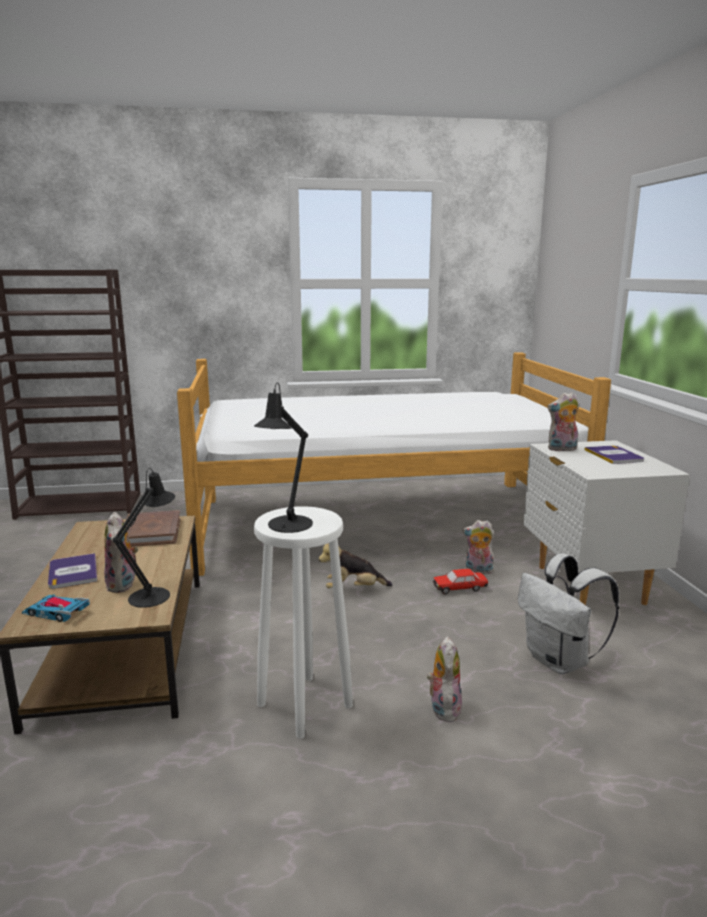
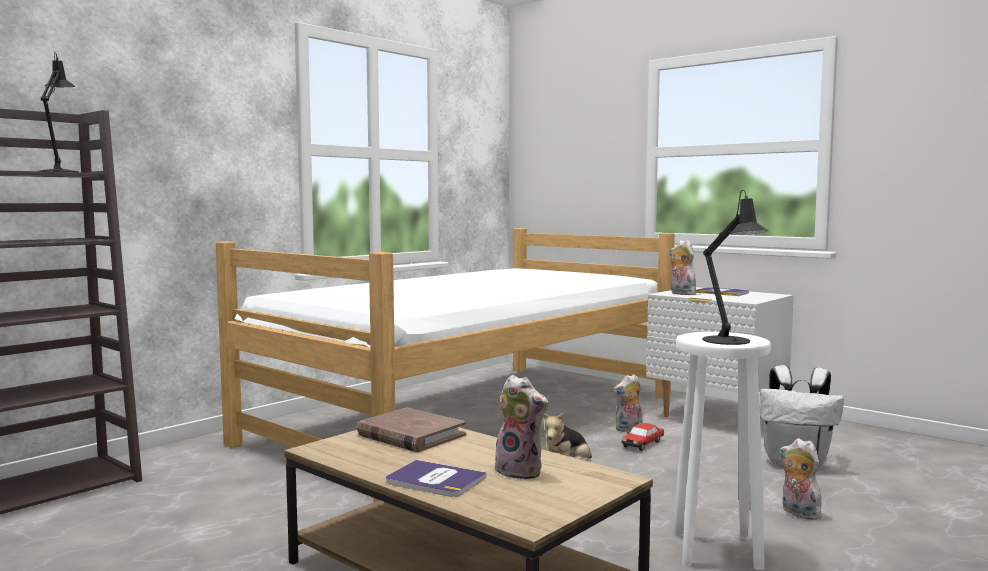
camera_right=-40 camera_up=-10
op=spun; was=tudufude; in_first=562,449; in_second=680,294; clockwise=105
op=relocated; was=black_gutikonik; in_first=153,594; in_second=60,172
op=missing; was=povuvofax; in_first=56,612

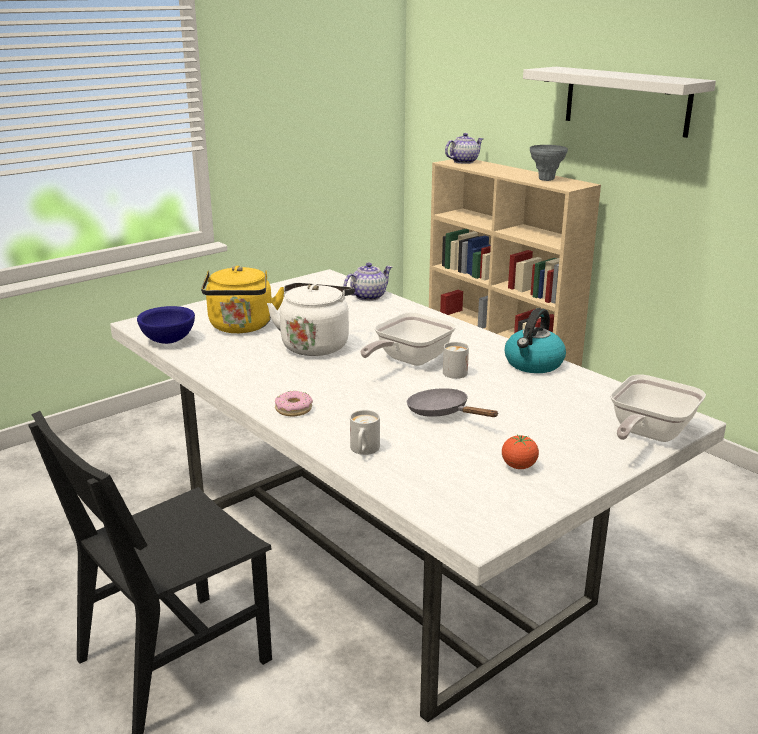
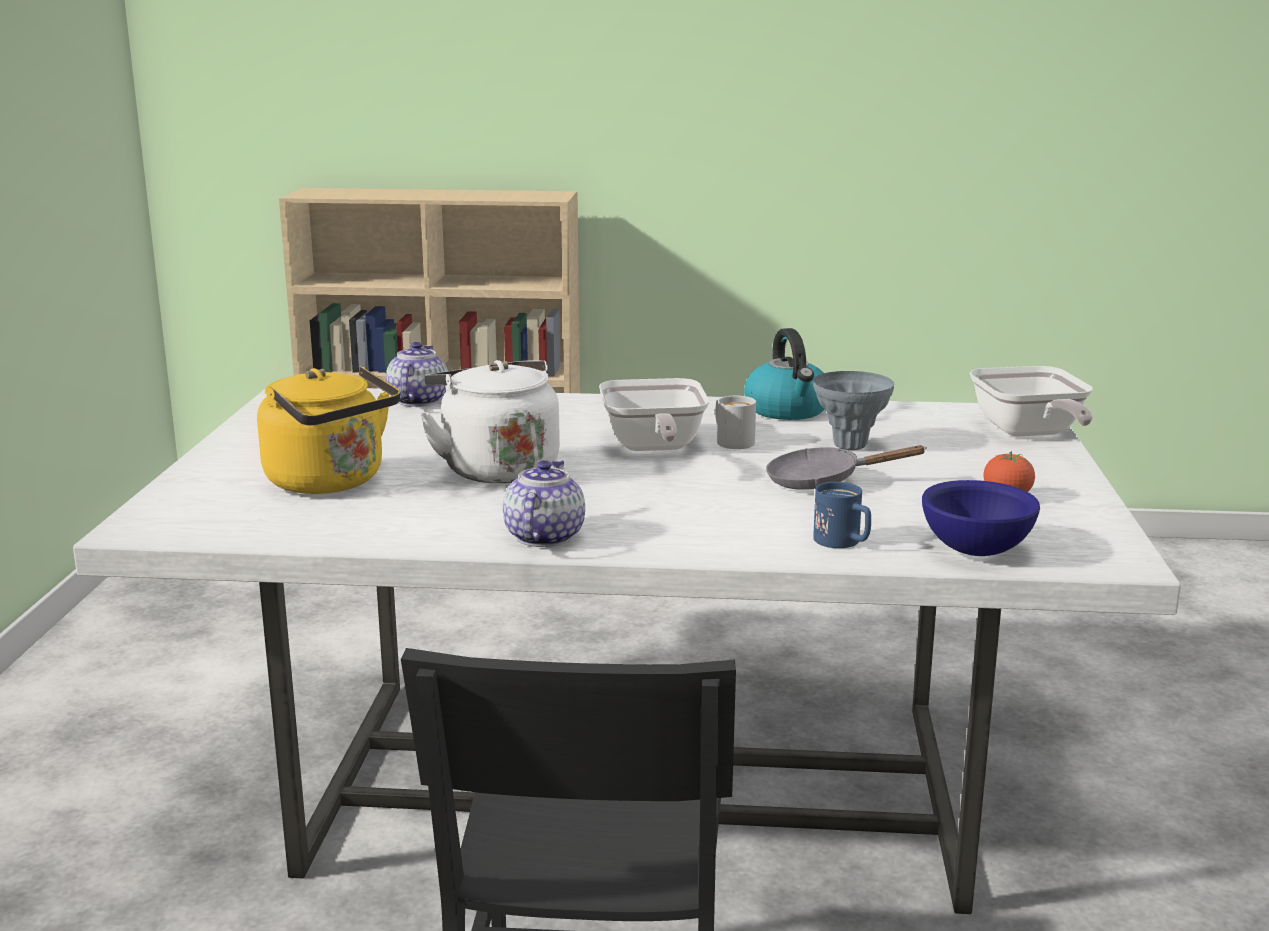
camera_right=-45 camera_up=-5
op=missing; was=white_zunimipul; in_first=626,101
op=relocated; was=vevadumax; in_first=463,162; in_second=543,536
op=relocated; was=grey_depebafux; in_first=546,179; in_second=850,446
op=relocated; was=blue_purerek; in_first=168,341; in_second=978,551
op=missing; was=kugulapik; in_first=293,409
op=colour; was=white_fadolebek; now=blue_fadolebek; in_first=363,451; in_second=844,543

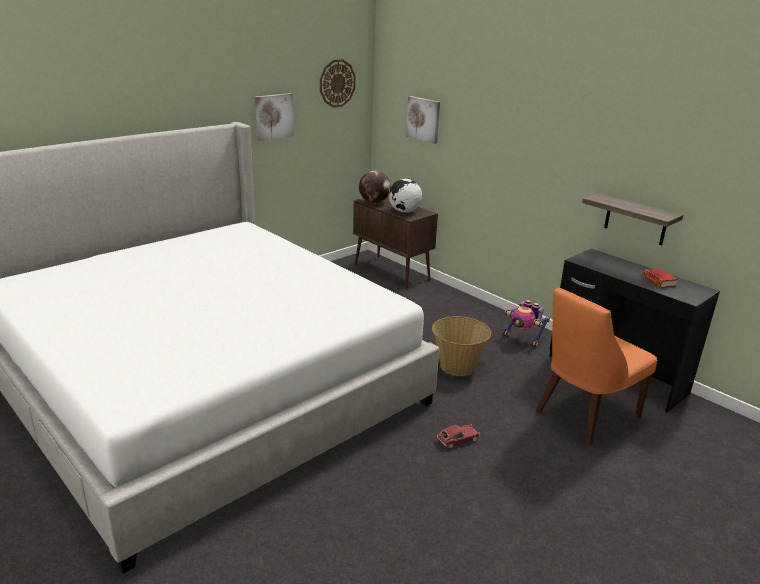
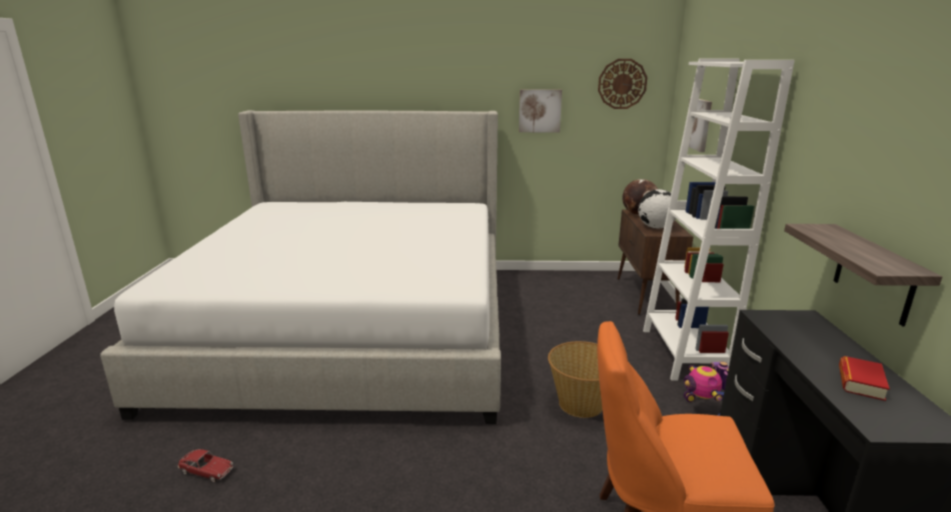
camera_right=45 camera_up=-5
op=relocated; was=povuvofax; in_first=458,440; in_second=206,471
op=appeared; now=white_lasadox; in_second=684,353

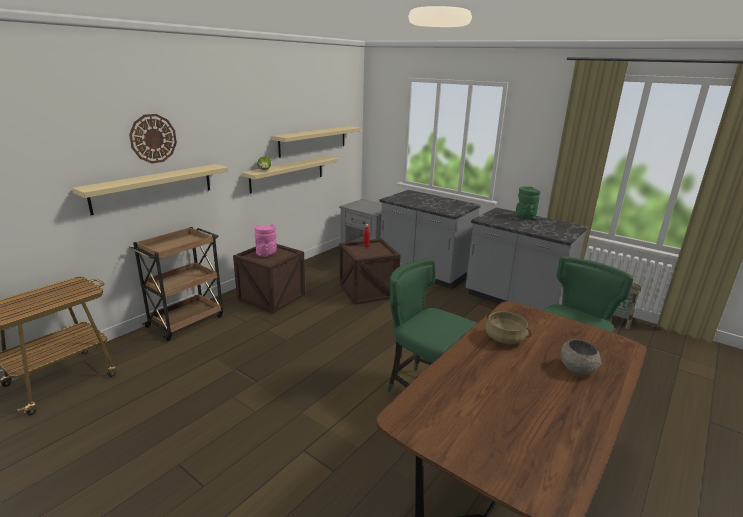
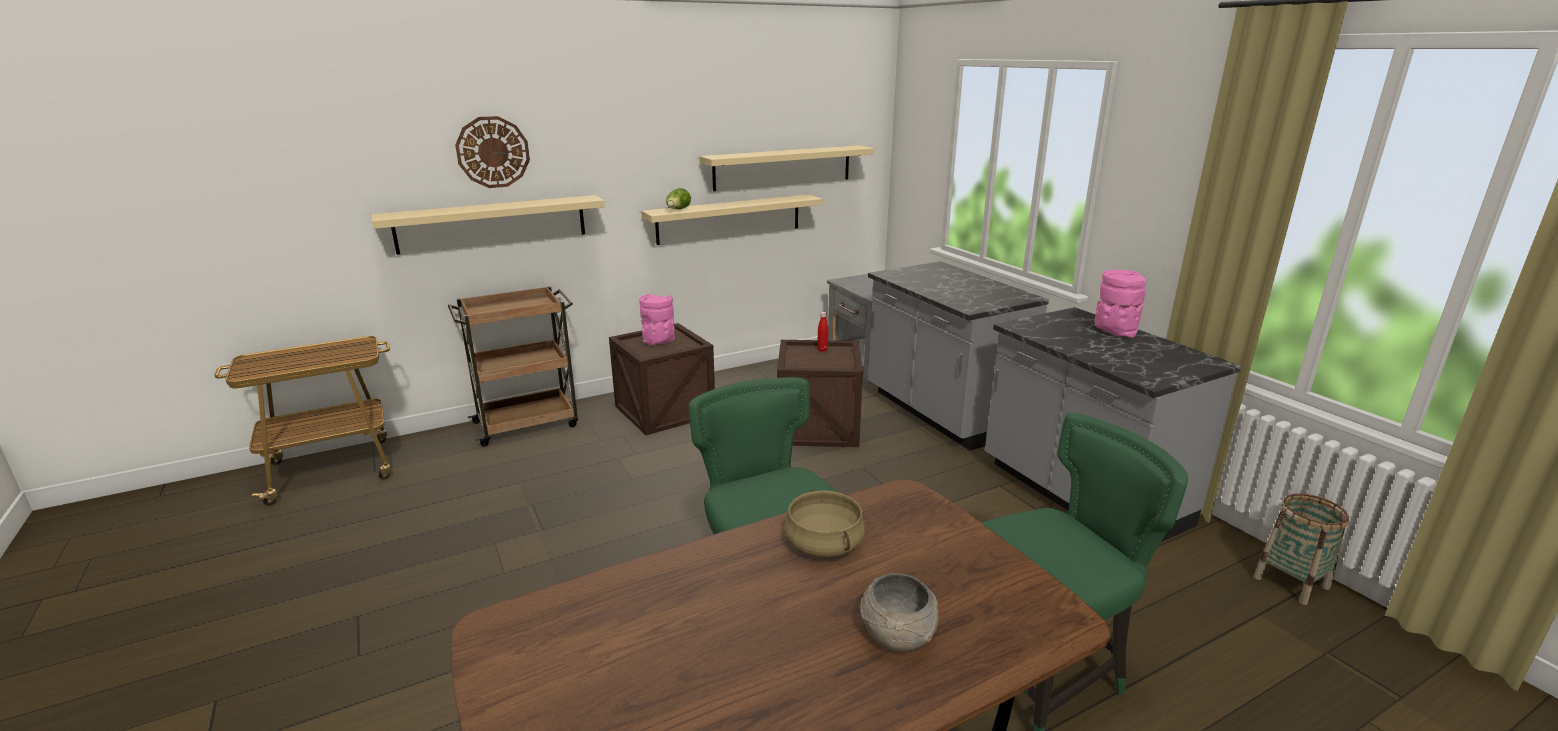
camera_right=25 camera_up=0
op=colour; was=green_depebafux; now=pink_depebafux; in_first=525,217; in_second=1114,331

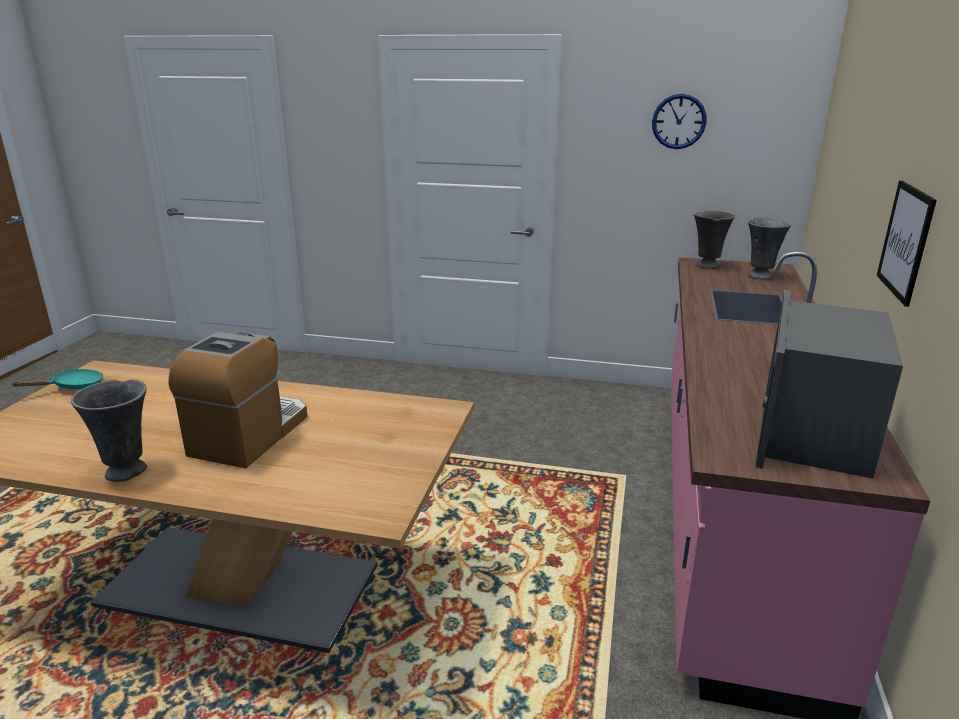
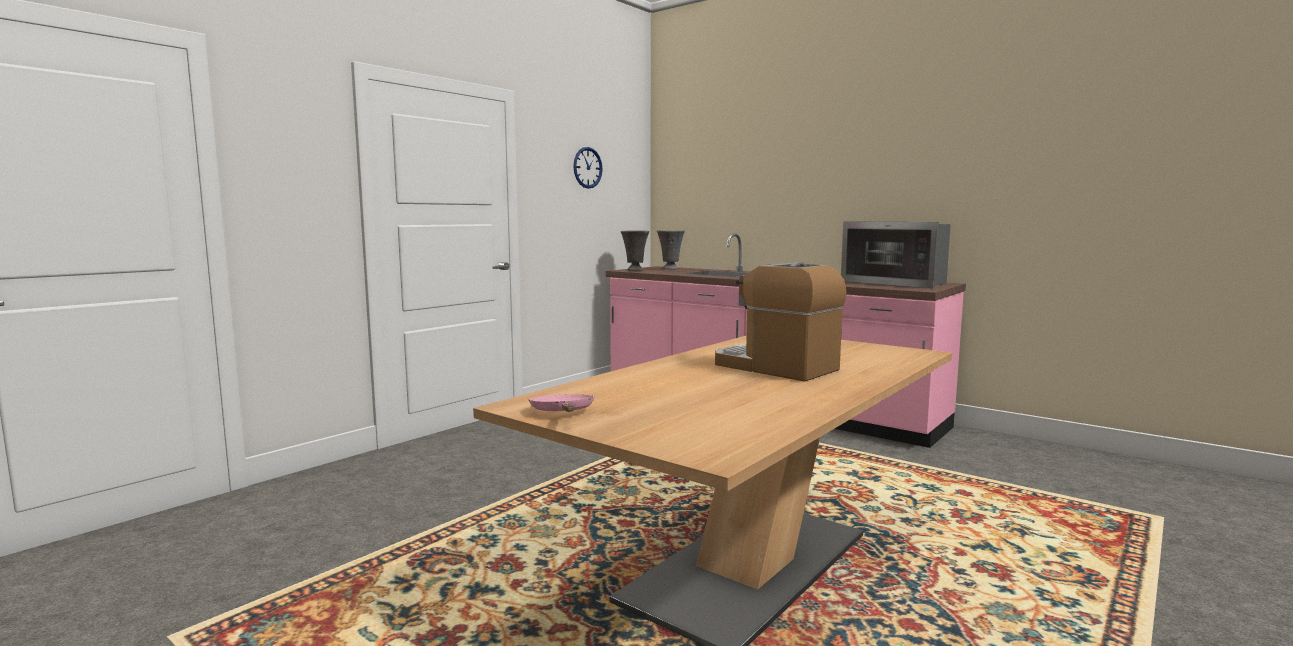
camera_right=-65 camera_up=-15
op=missing; was=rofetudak; in_first=905,241
op=colour; was=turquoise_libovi; now=pink_libovi; in_first=73,386; in_second=563,413
op=missing; was=grey_depebafux; in_first=128,471

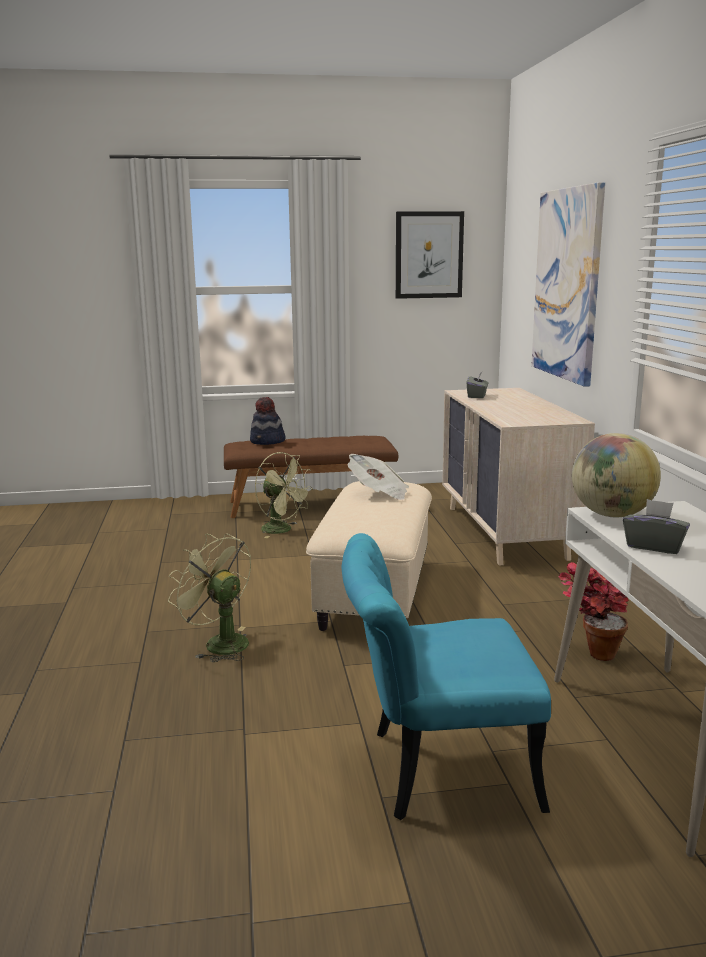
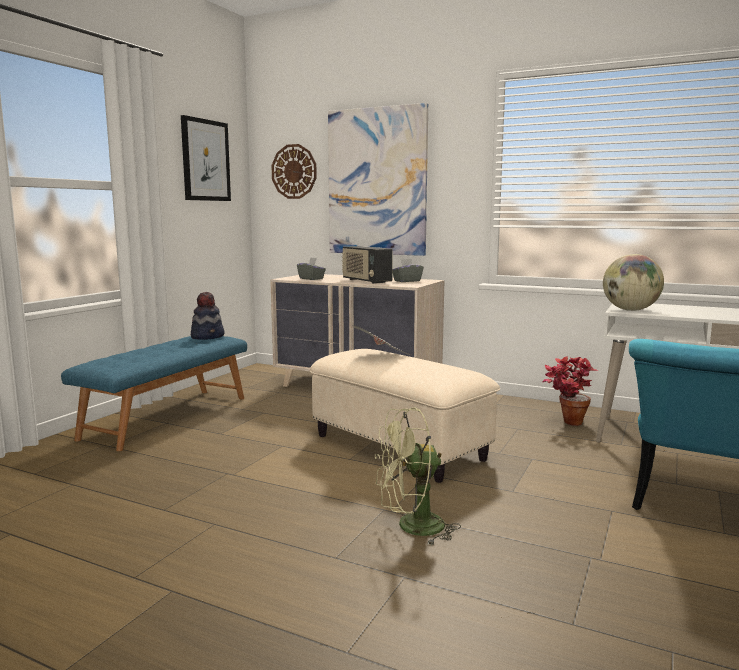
camera_right=-55 camera_up=-5
op=relocated; was=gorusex; in_first=267,441; in_second=208,336
op=colour; was=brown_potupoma; now=blue_potupoma; in_first=310,504; in_second=167,417
op=missing; was=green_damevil; in_first=282,530
op=relocated; was=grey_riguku; in_first=654,546; in_second=407,281
op=appeared; now=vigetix; in_second=294,171
op=appeared; now=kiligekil; in_second=366,281

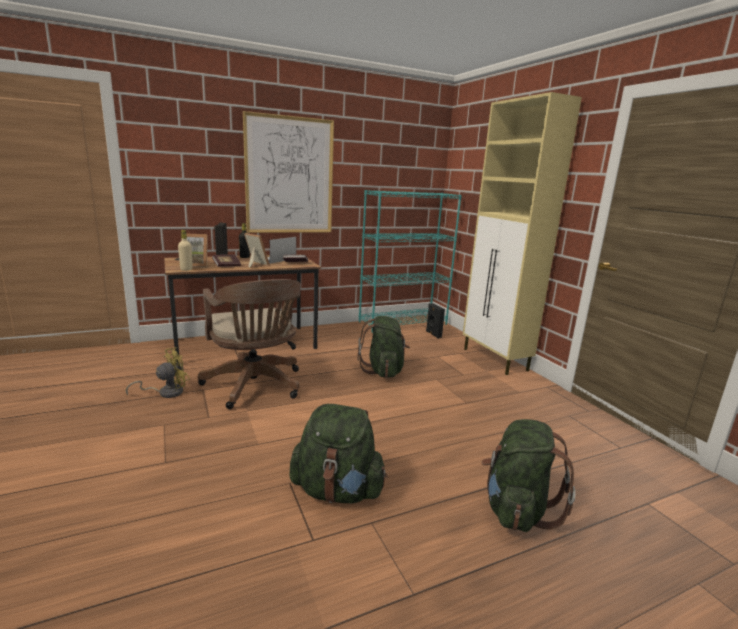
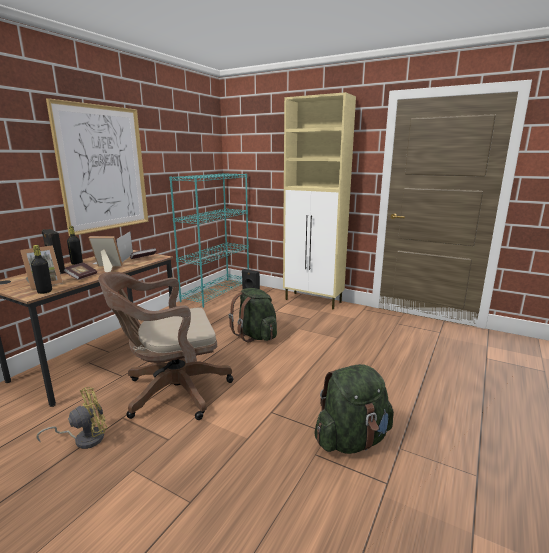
camera_right=-35 camera_up=0
op=colour; was=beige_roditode; now=black_roditode; in_first=186,269; in_second=44,291
op=spun; was=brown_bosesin; in_first=255,387; in_second=171,392; clockwise=135
op=spun; was=yellow_damevil; in_first=166,392; in_second=84,439; clockwise=45
op=missing; was=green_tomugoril; in_first=516,509

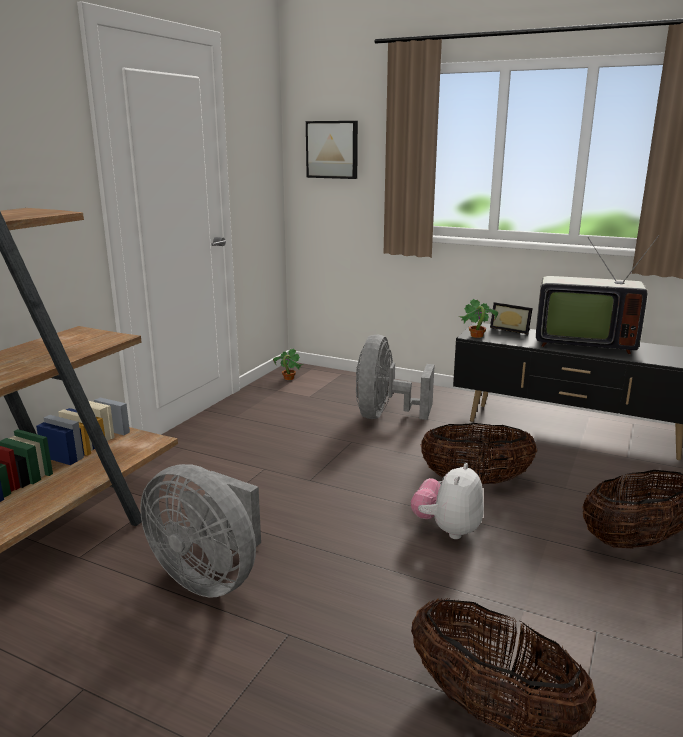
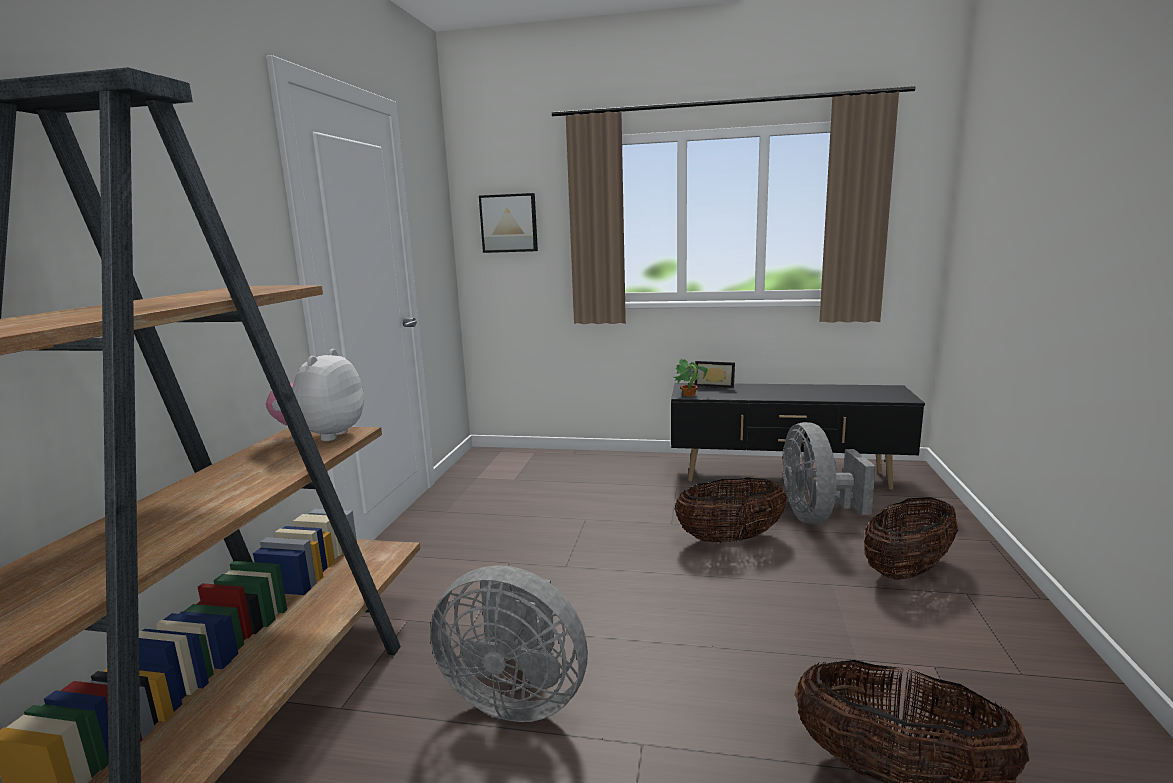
camera_right=-15 camera_up=-5
op=missing; was=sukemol; in_first=582,343
op=relocated; was=grey_damevil; in_first=385,415; in_second=817,516
op=missing; was=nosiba; in_first=288,378
op=relocated; was=tudufude; in_first=447,529; in_second=323,435

